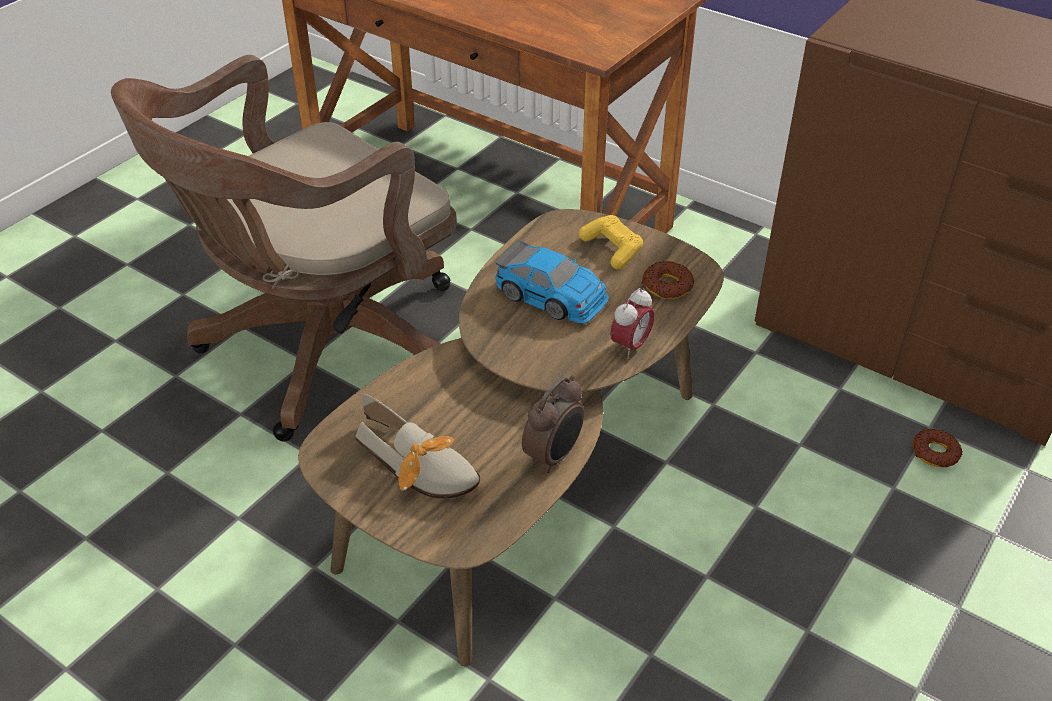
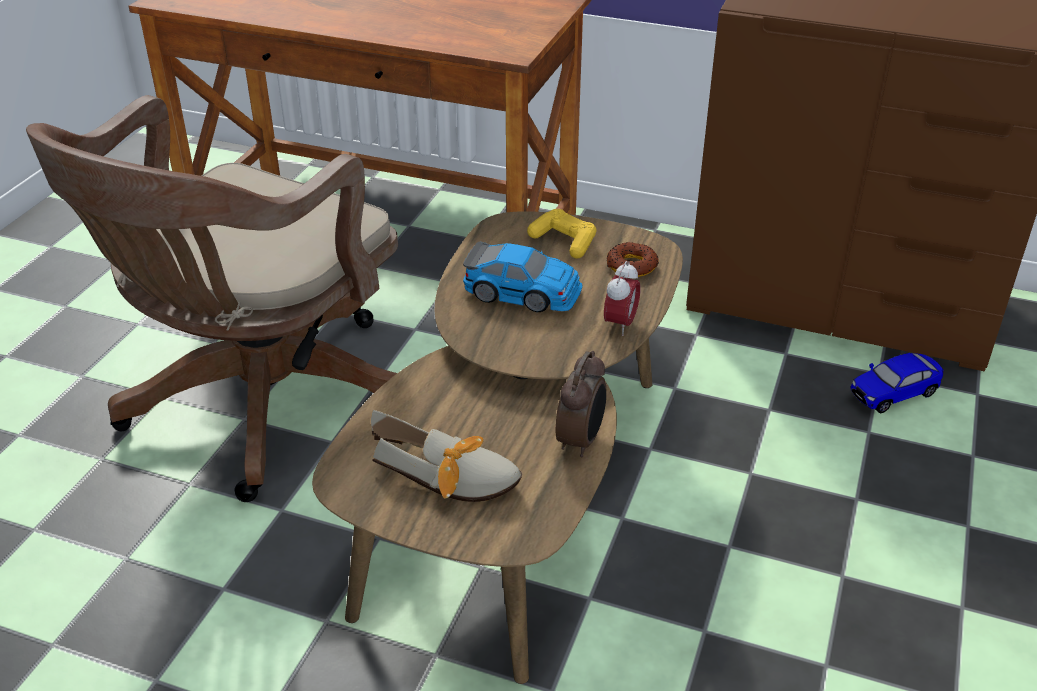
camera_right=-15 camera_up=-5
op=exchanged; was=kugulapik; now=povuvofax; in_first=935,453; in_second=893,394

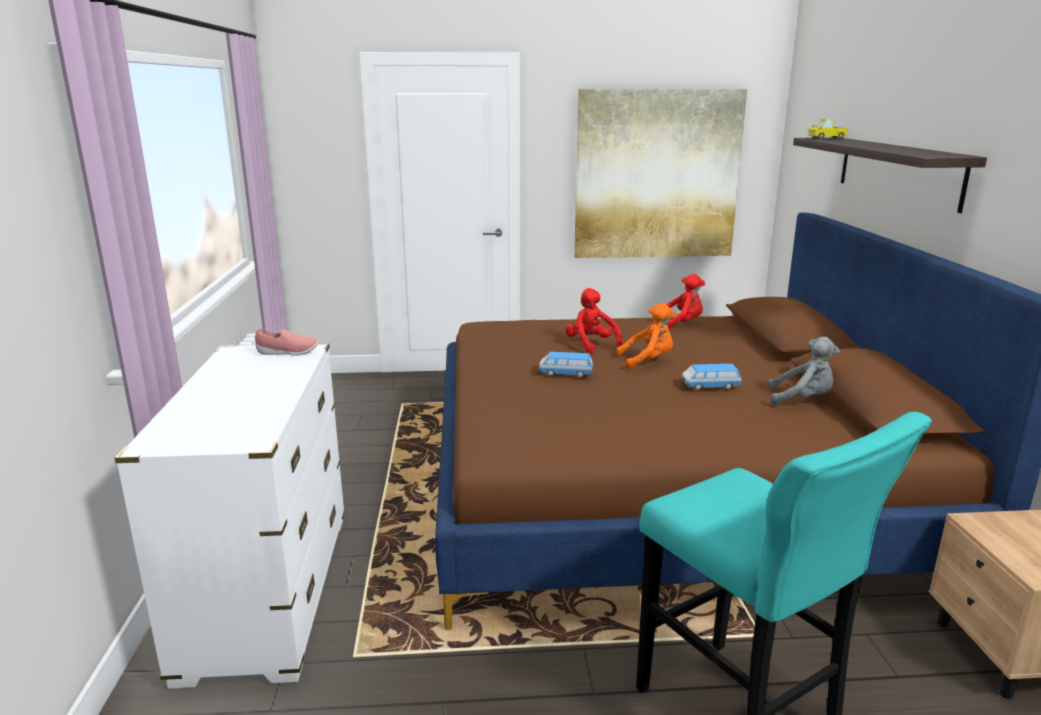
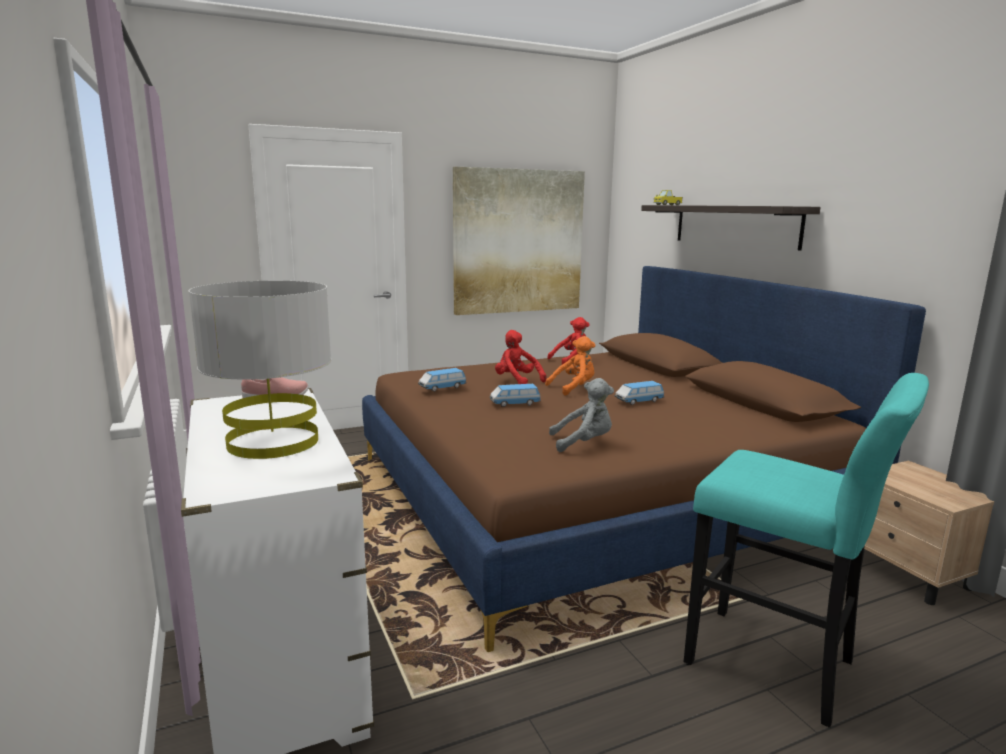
camera_right=-20 camera_up=-5
op=relocated; was=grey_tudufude; in_first=802,400; in_second=584,443
op=appeared; now=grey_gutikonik; in_second=273,442
op=appeared; now=povuvofax; in_second=442,388

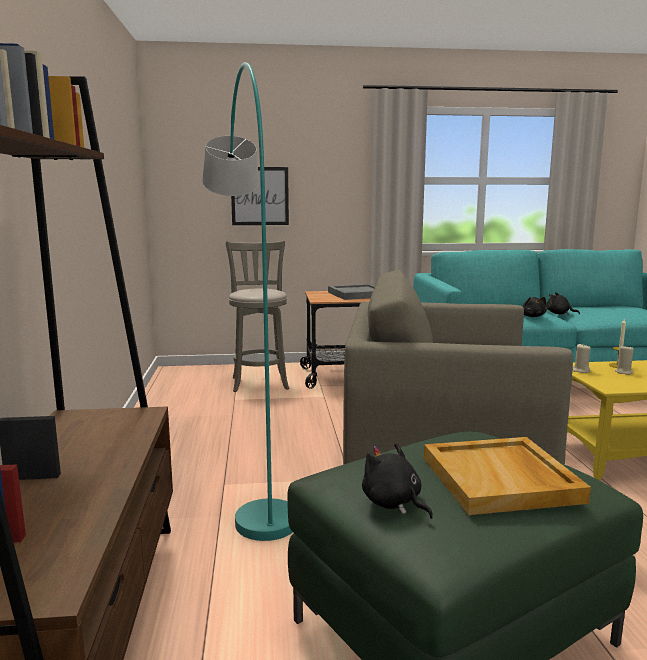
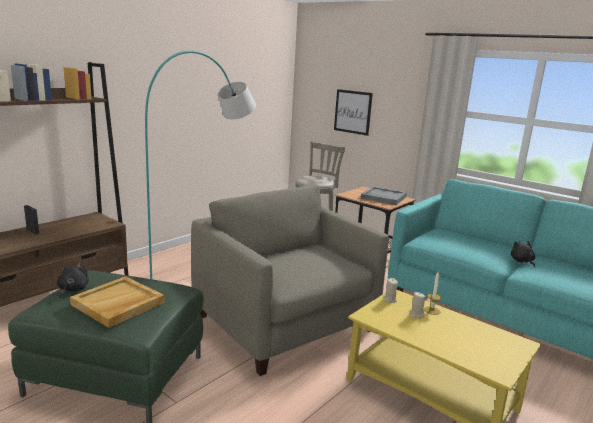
camera_right=45 camera_up=5
op=missing; was=black_tudufude; in_first=532,316

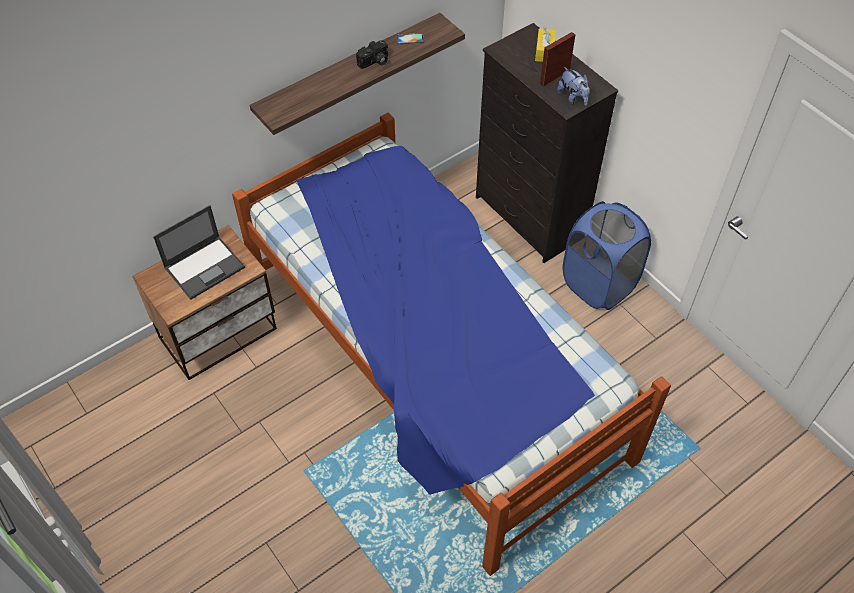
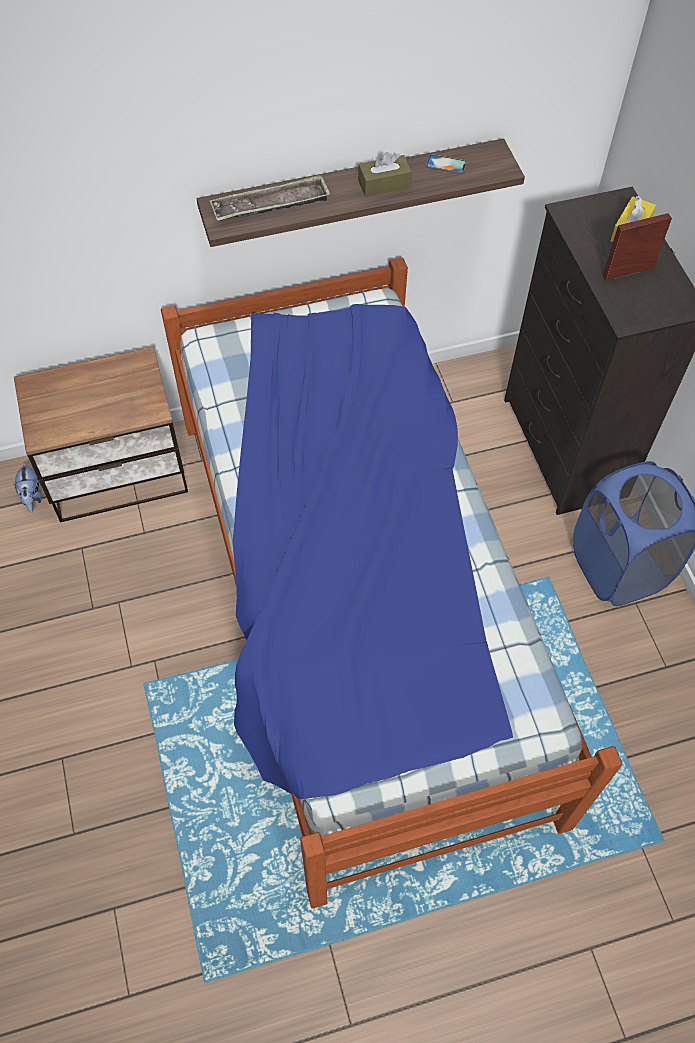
camera_right=20 camera_up=5
op=exchanged; was=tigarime; now=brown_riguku; in_first=374,62; in_second=384,184
op=relocated; was=tudufude; in_first=573,98; in_second=32,496
op=missing; was=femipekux; in_first=205,267
op=appeared; now=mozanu; in_second=271,205

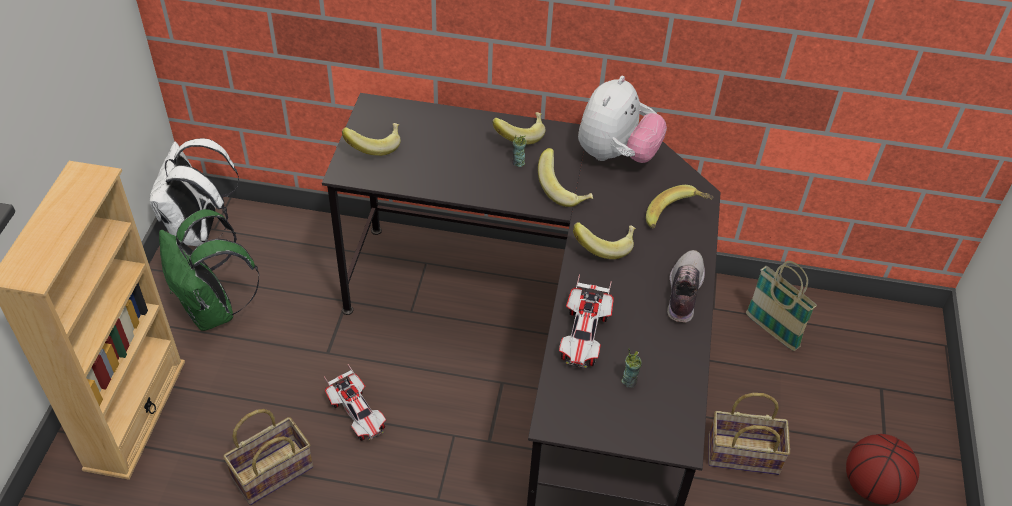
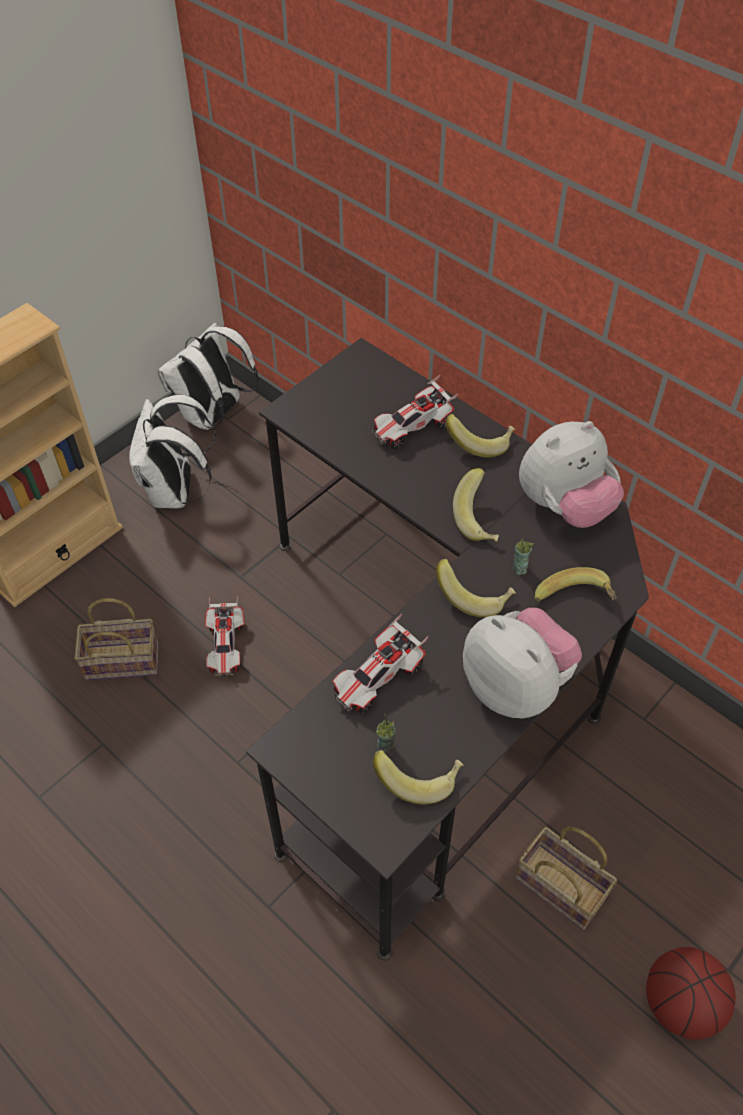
camera_right=35 camera_up=5
op=relocated; was=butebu; in_first=374,146; in_second=418,778
op=relocated; was=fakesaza; in_first=518,162; in_second=519,568
op=colour; was=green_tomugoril; now=white_tomugoril; in_first=213,310; in_second=176,492
op=exchanged; was=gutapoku; now=tudufude; in_first=683,292; in_second=516,686
op=missing; was=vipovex; in_first=771,331
op=appeared; now=povuvofax; in_second=413,428

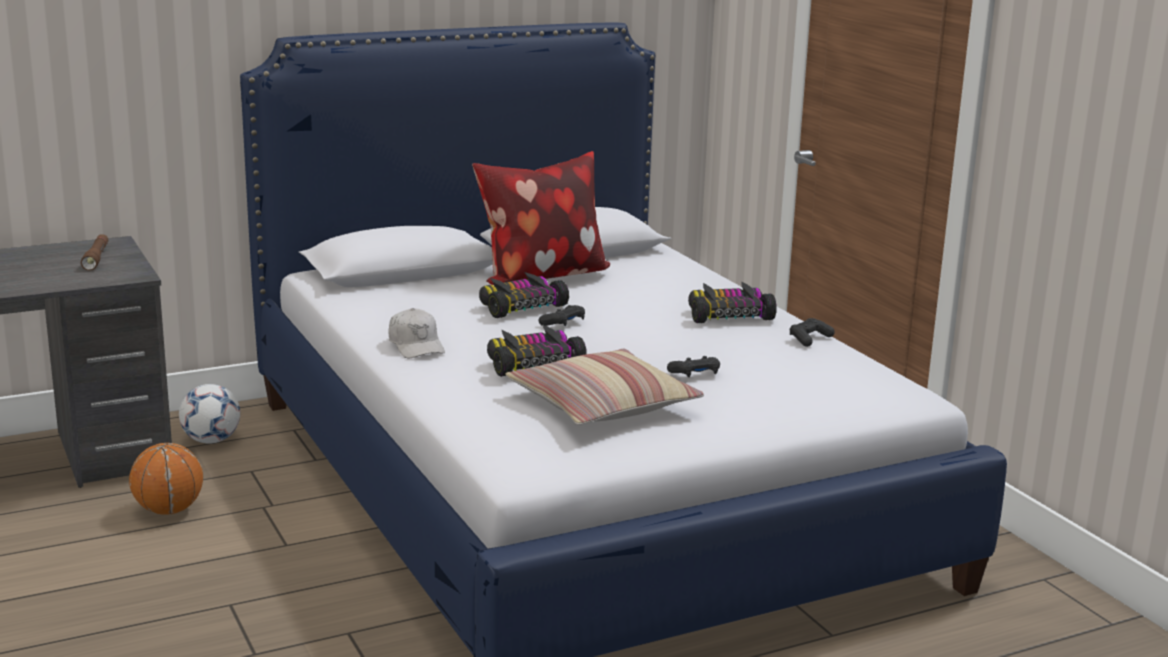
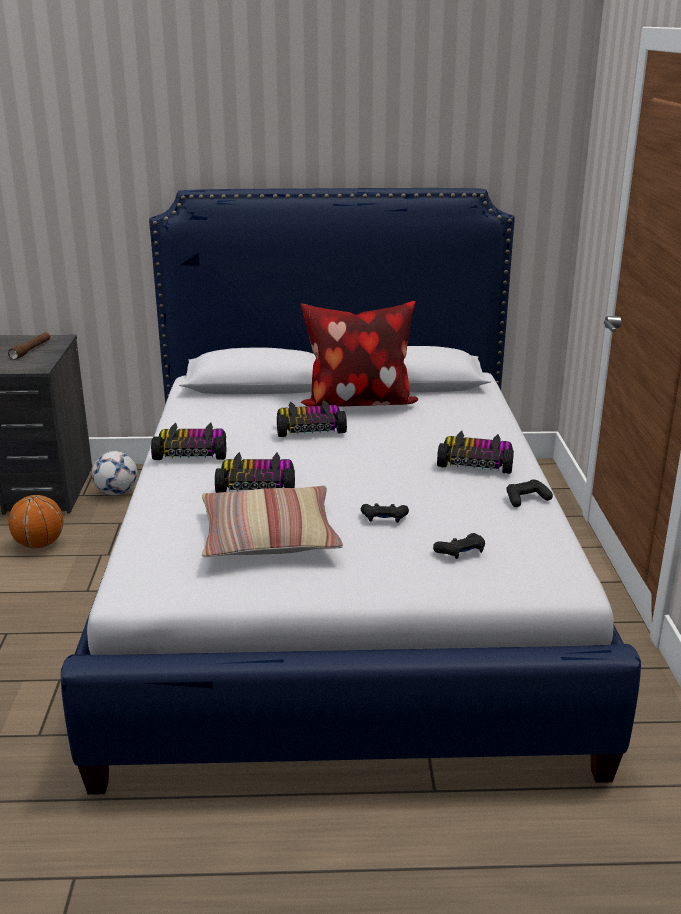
camera_right=25 camera_up=5
op=relocated; was=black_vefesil; in_first=563,323; in_second=460,552
op=exchanged; was=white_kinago; now=povuvofax; in_first=416,346; in_second=191,453

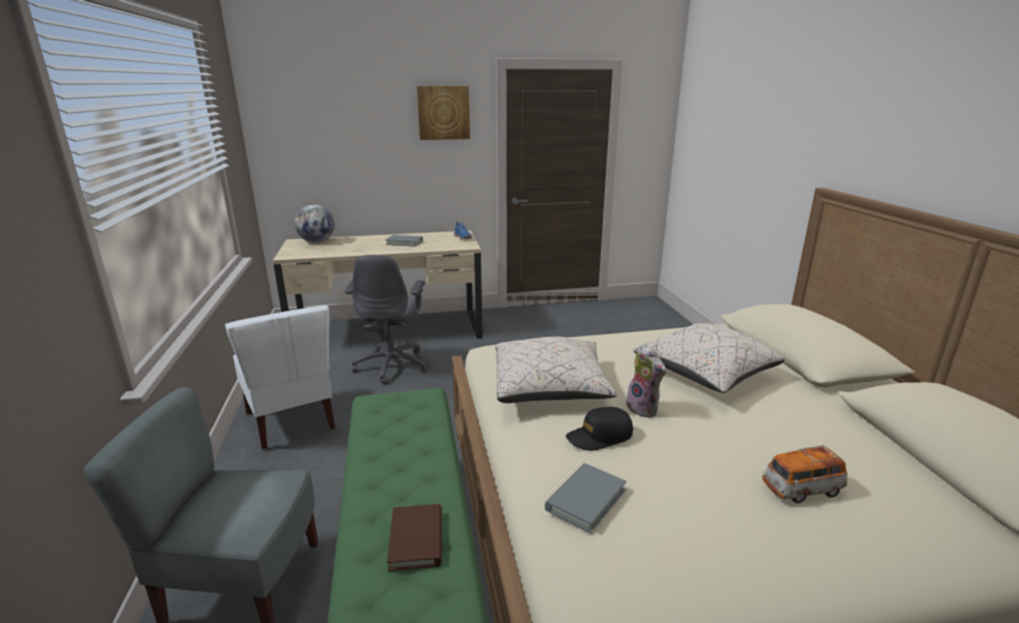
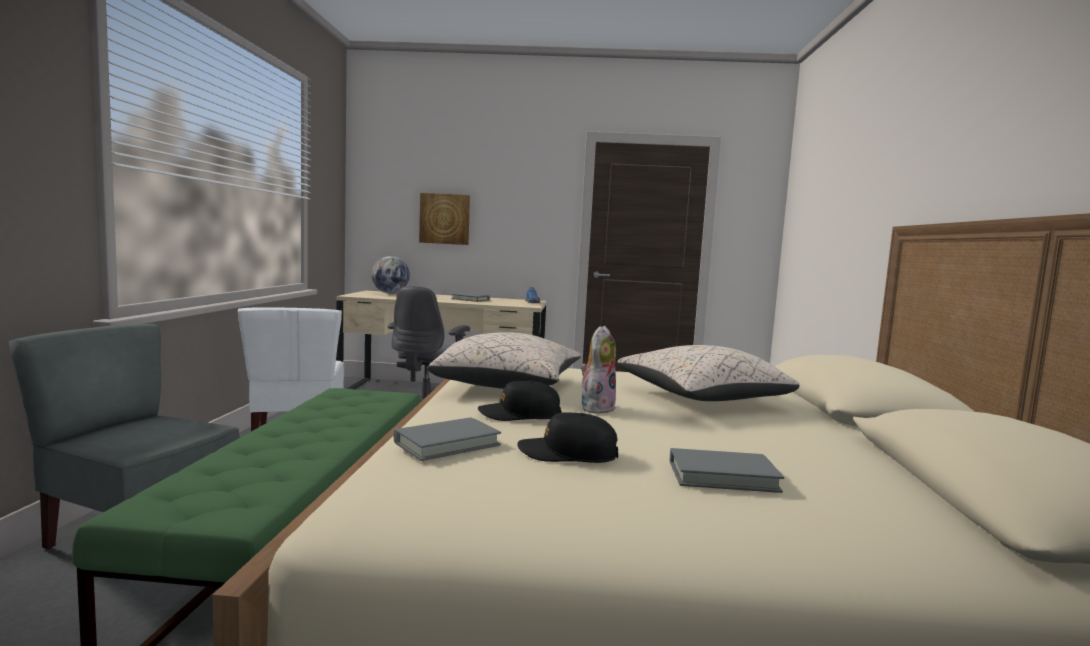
camera_right=15 camera_up=-15
op=relocated; was=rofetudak; in_first=443,113; in_second=445,219
op=spun; was=tudufude; in_first=644,409; in_second=596,407; clockwise=-135
op=exchanged; was=povuvofax; now=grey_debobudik; in_first=801,489; in_second=722,476
op=missing; was=brown_debobudik; in_first=416,540
op=appeared; now=black_kinago; in_second=568,454

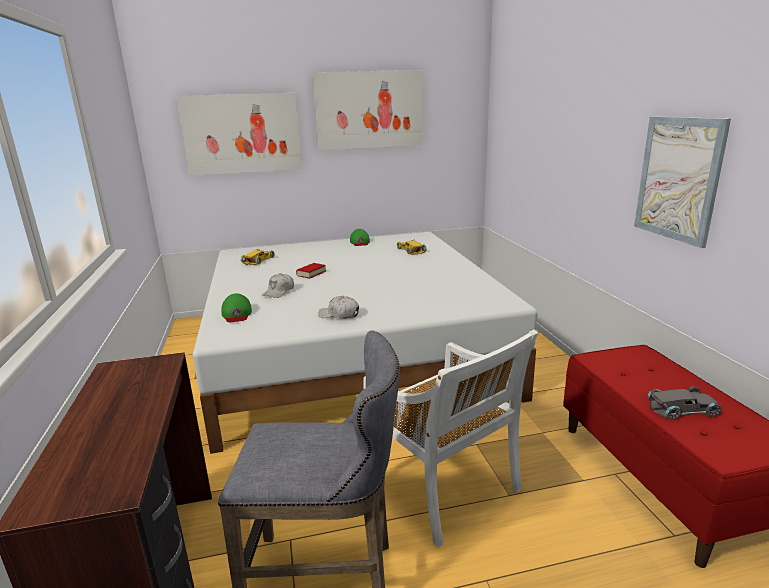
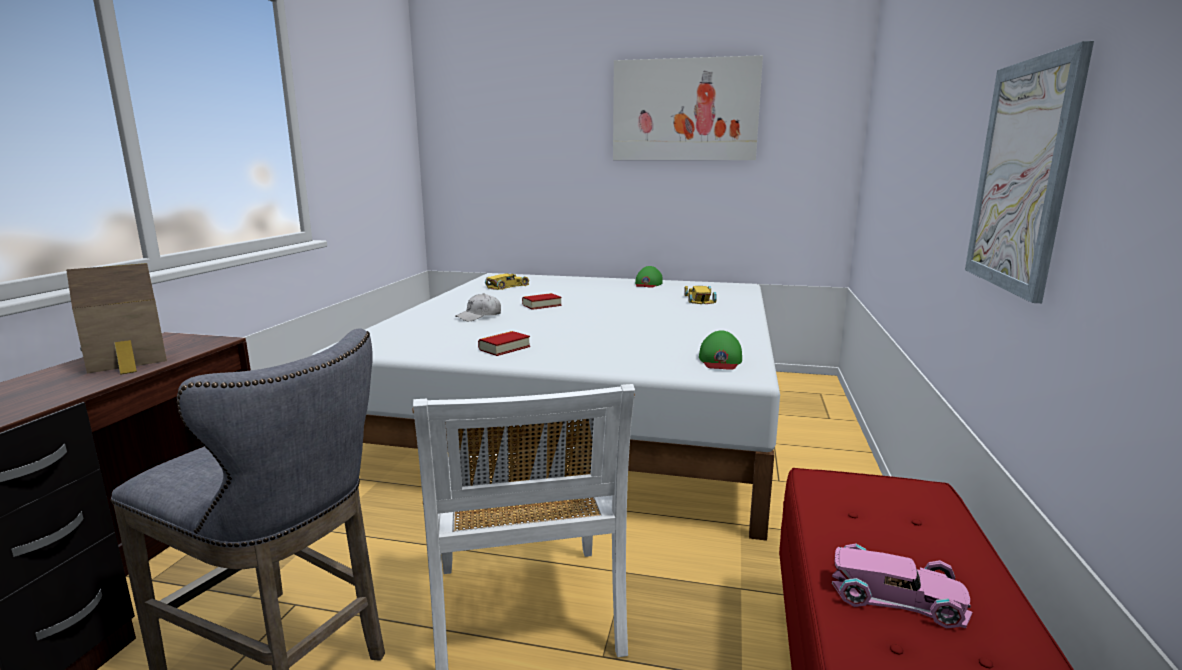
camera_right=25 camera_up=-5
op=missing; was=rofetudak; in_first=242,134
op=relocated; was=green_kinago; in_first=237,314; in_second=720,360
op=exchanged; was=white_kinago; now=debobudik; in_first=339,315; in_second=504,348
op=colour; was=grey_povuvofax; now=pink_povuvofax; in_first=683,409; in_second=898,596
op=appeared; now=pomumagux; in_second=128,360

